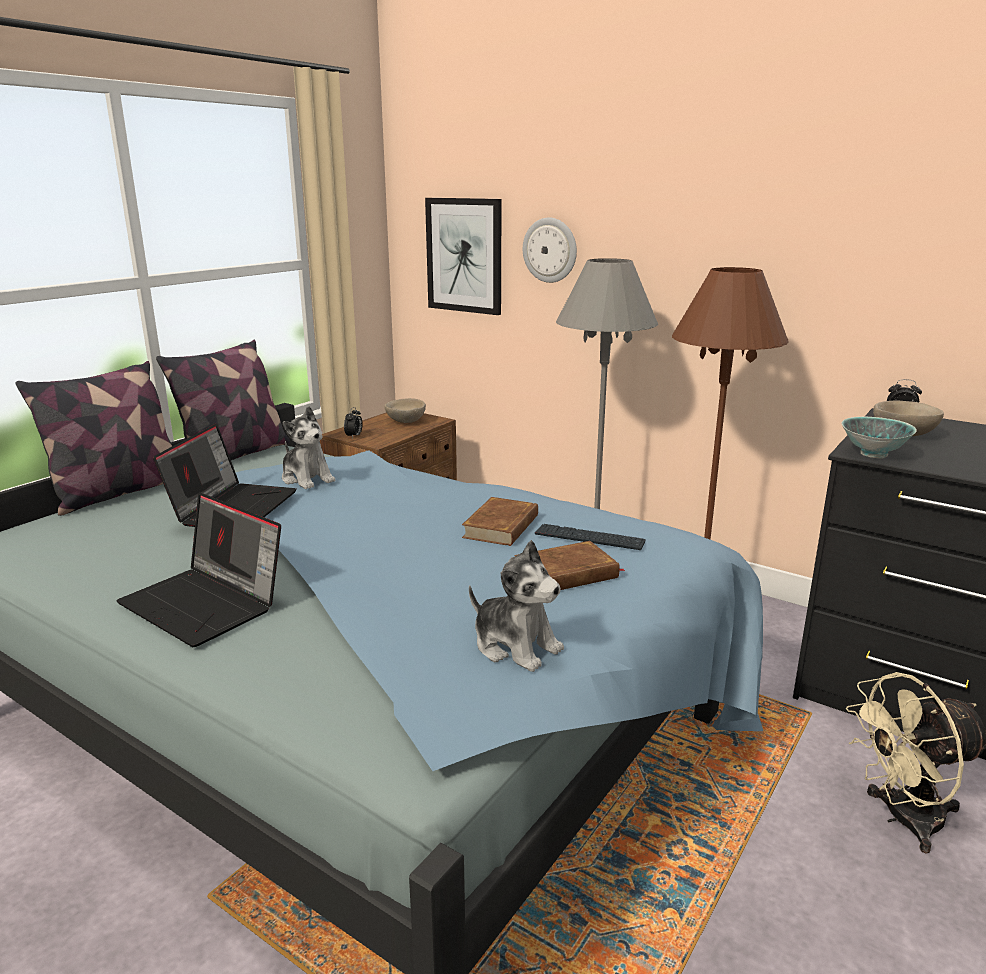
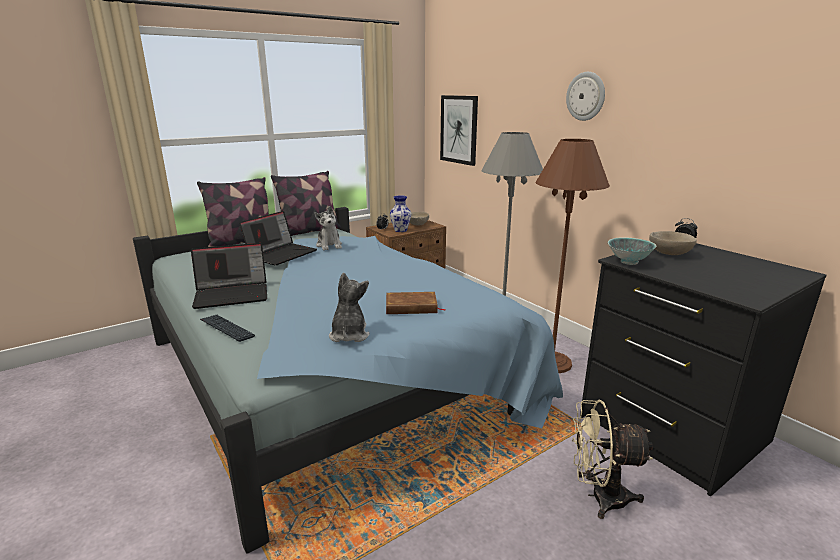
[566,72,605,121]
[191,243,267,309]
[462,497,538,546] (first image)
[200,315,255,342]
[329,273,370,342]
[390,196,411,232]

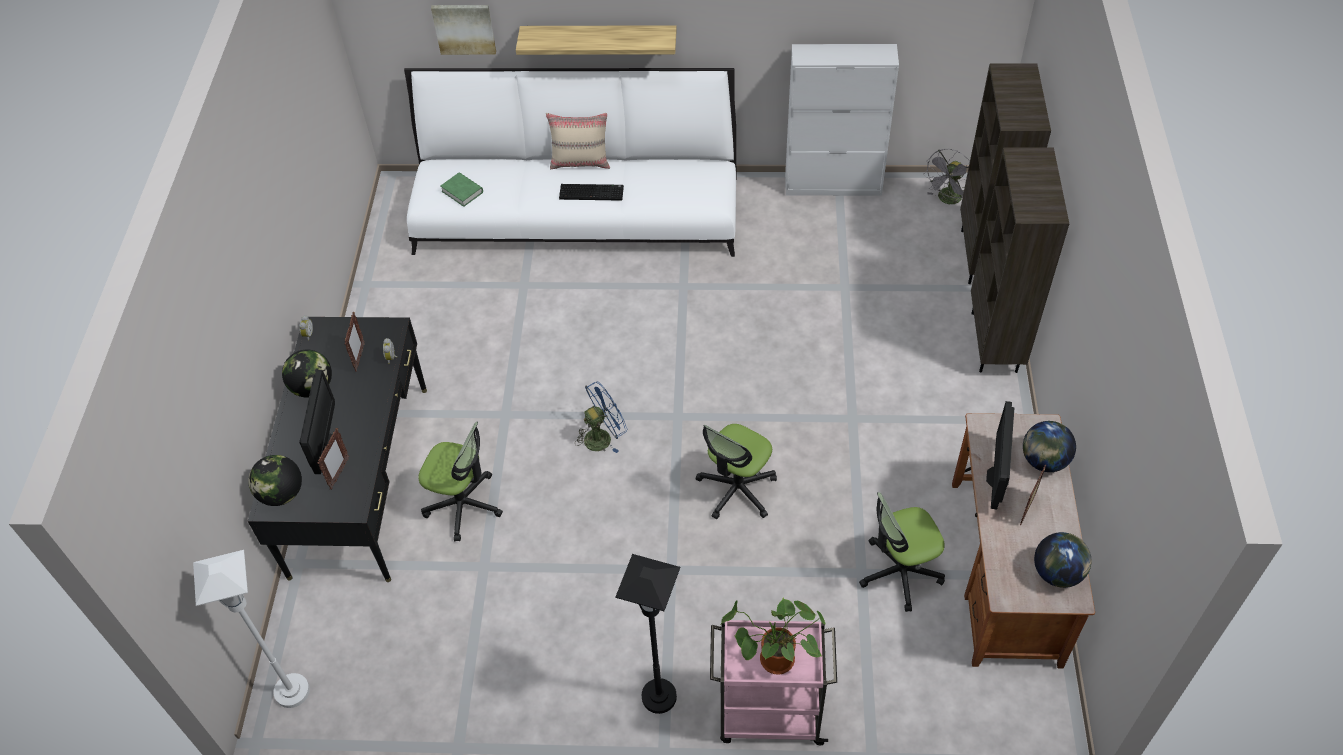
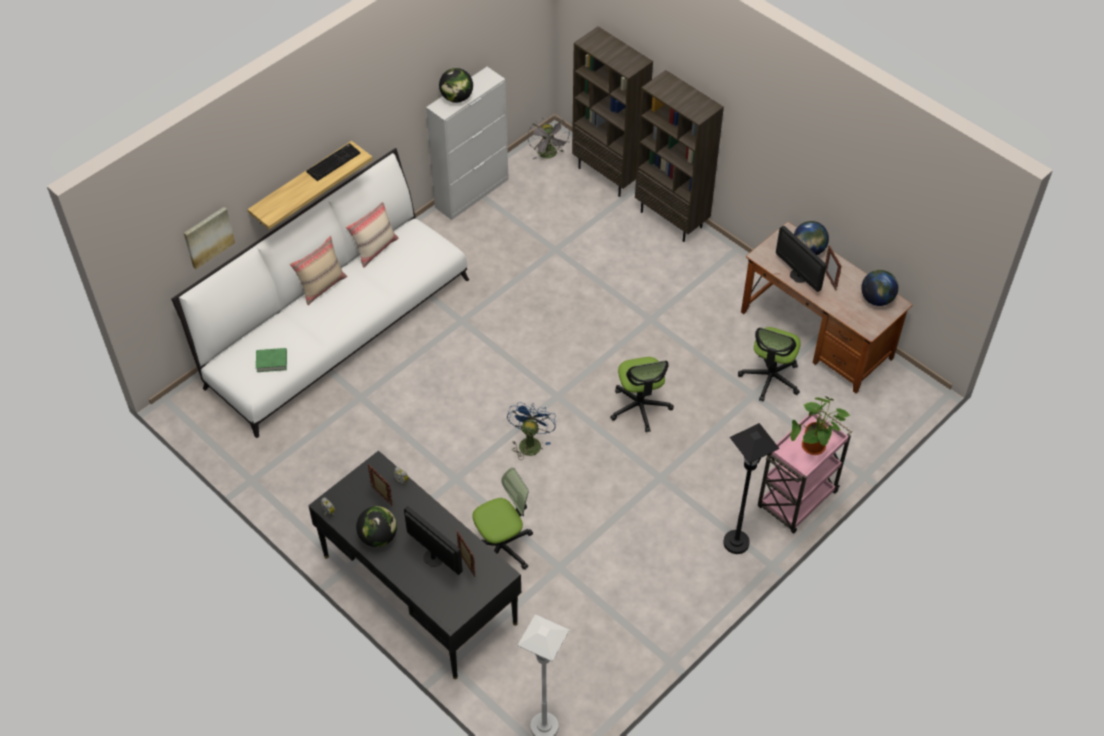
[307,143,360,181]
[439,68,473,103]
[346,202,399,268]

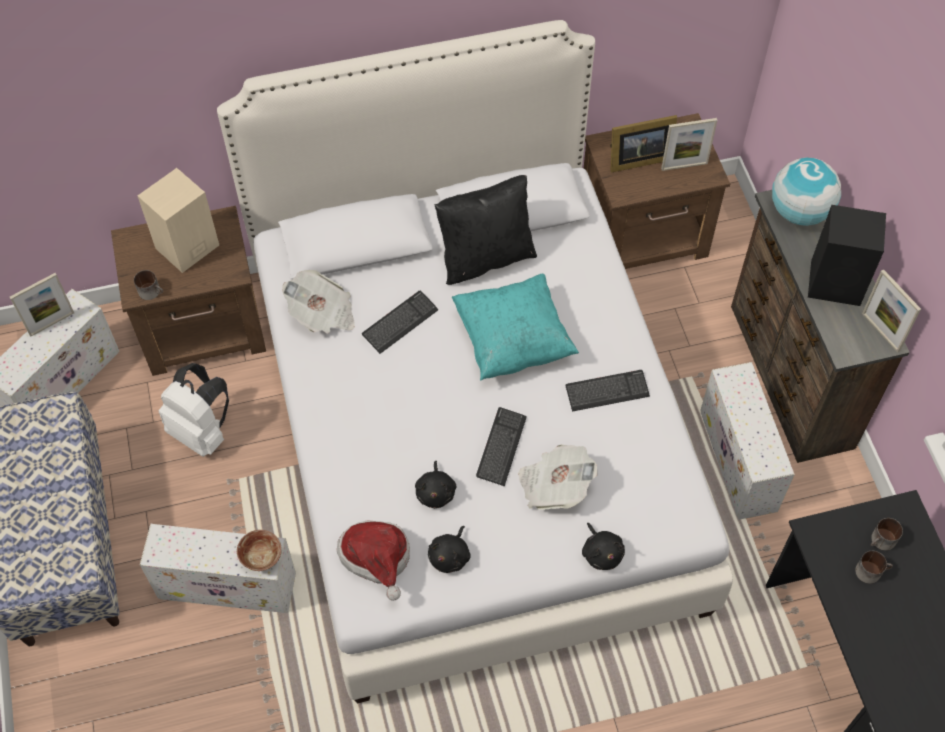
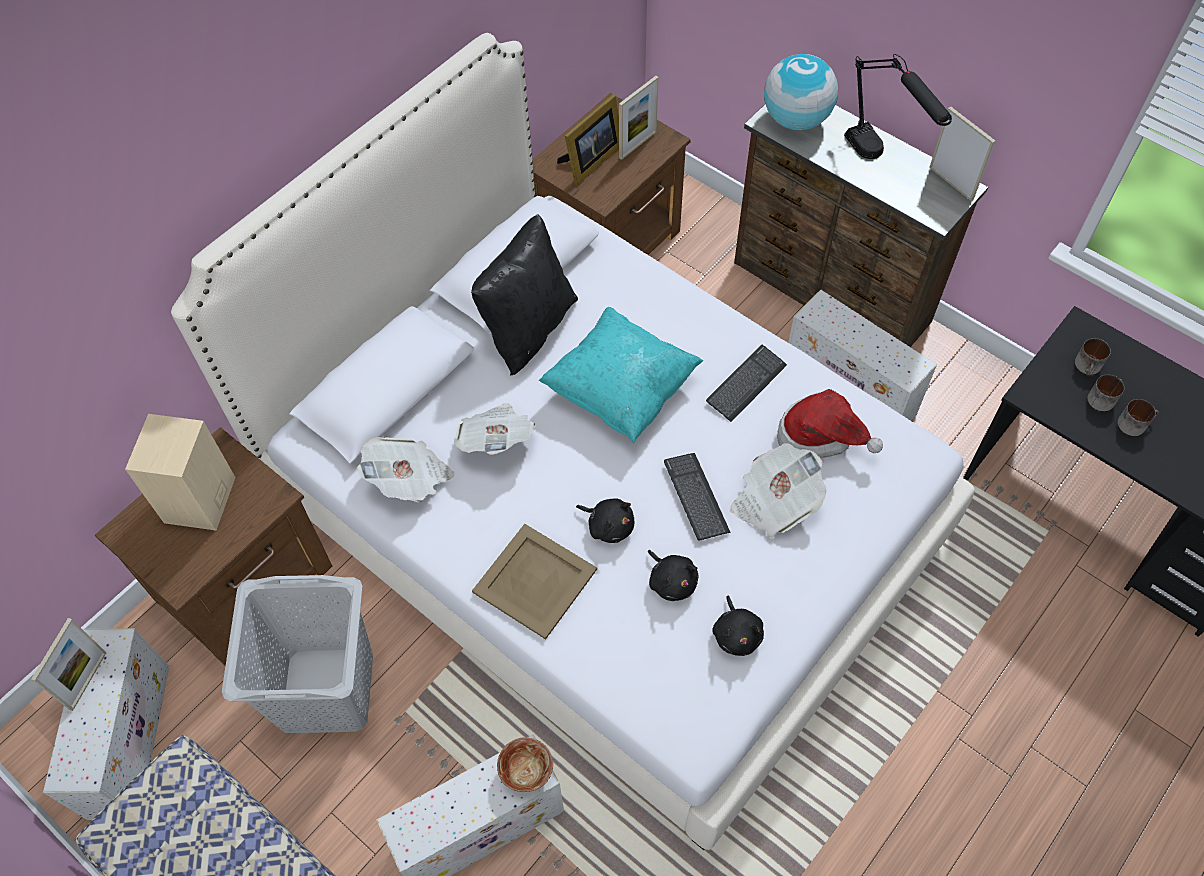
[844,54,952,159]
[929,107,995,201]
[1118,399,1159,436]
[454,403,536,455]
[222,575,373,733]
[777,389,883,458]
[576,498,634,543]
[472,524,597,640]

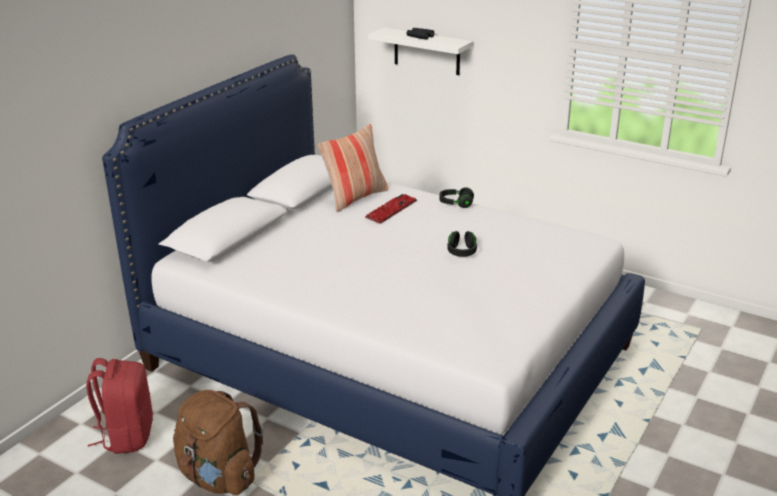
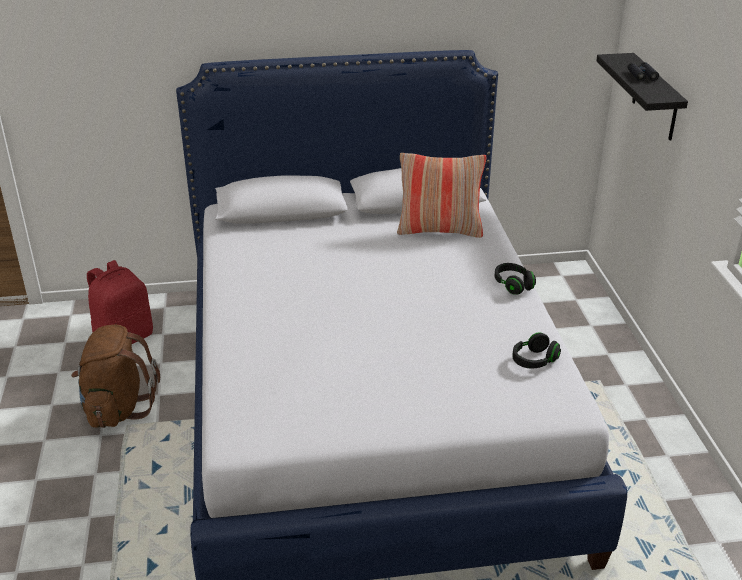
[596,53,688,140]
[365,194,417,224] (first image)
[512,332,561,368]

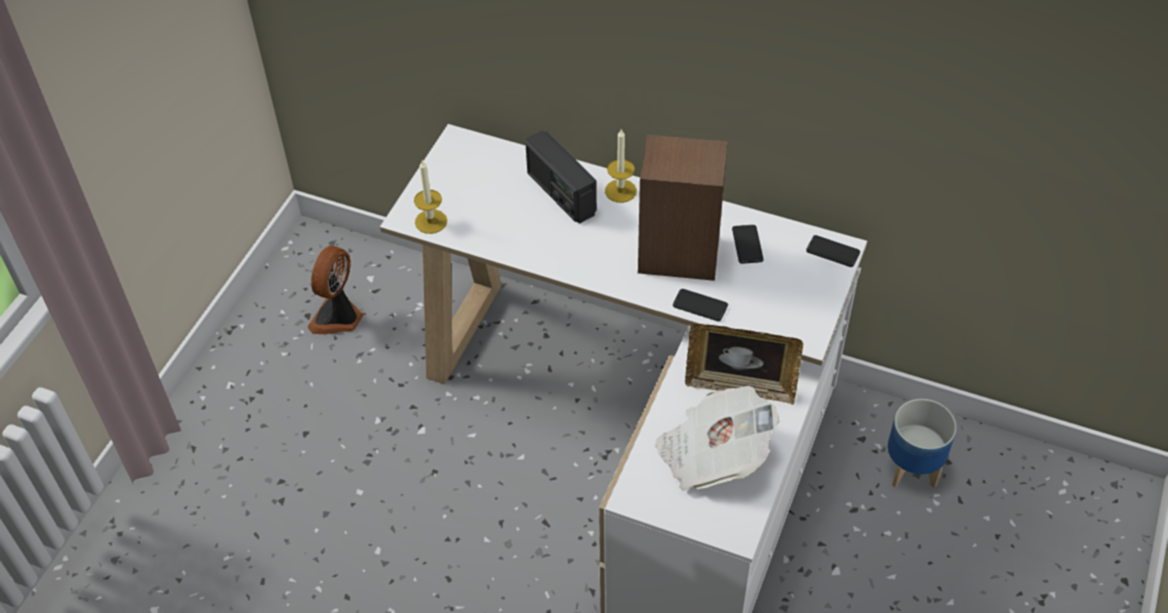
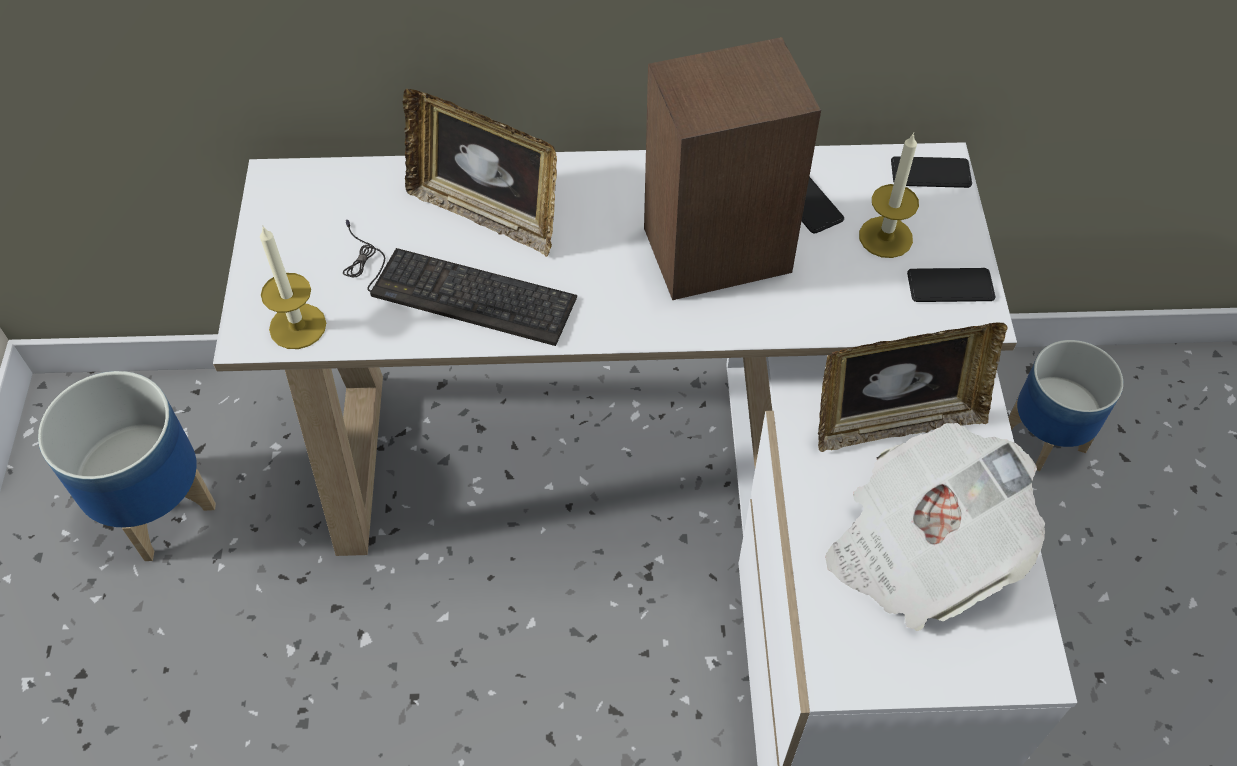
[859,133,919,258]
[402,89,557,257]
[38,371,216,561]
[907,268,995,302]
[343,220,577,346]

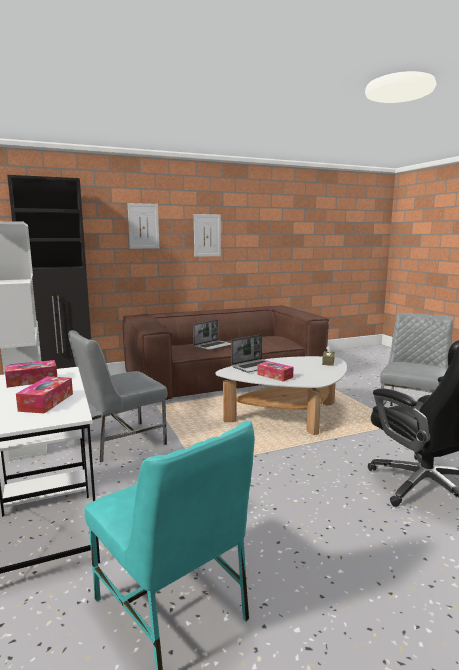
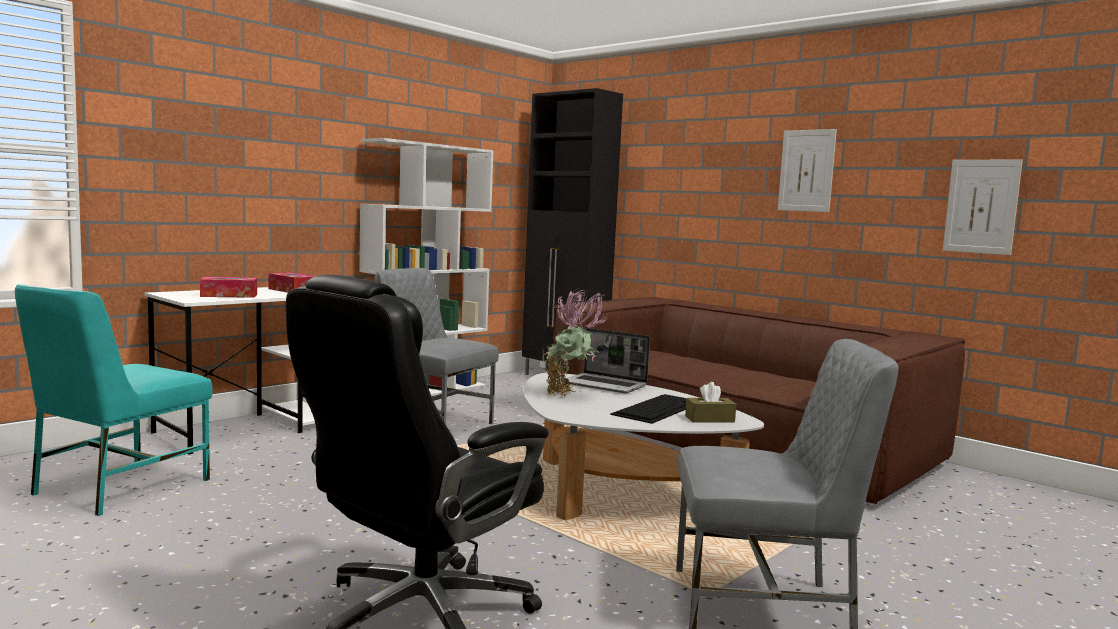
[943,159,1023,255]
[193,320,231,351] (first image)
[542,289,607,397]
[610,394,686,424]

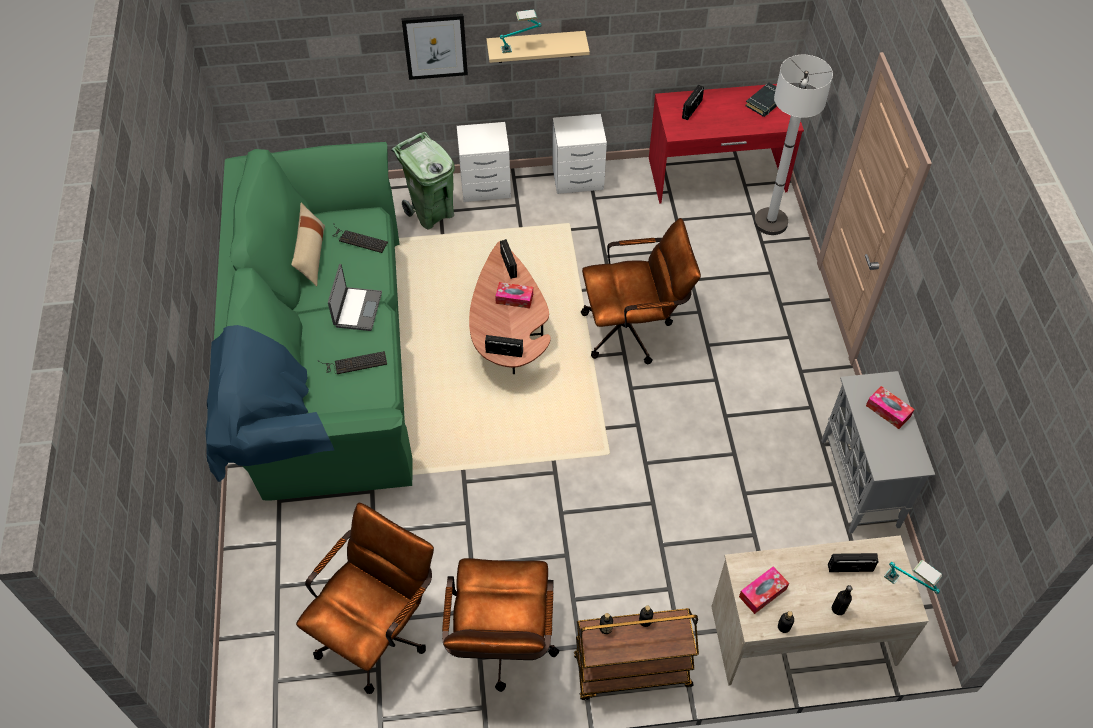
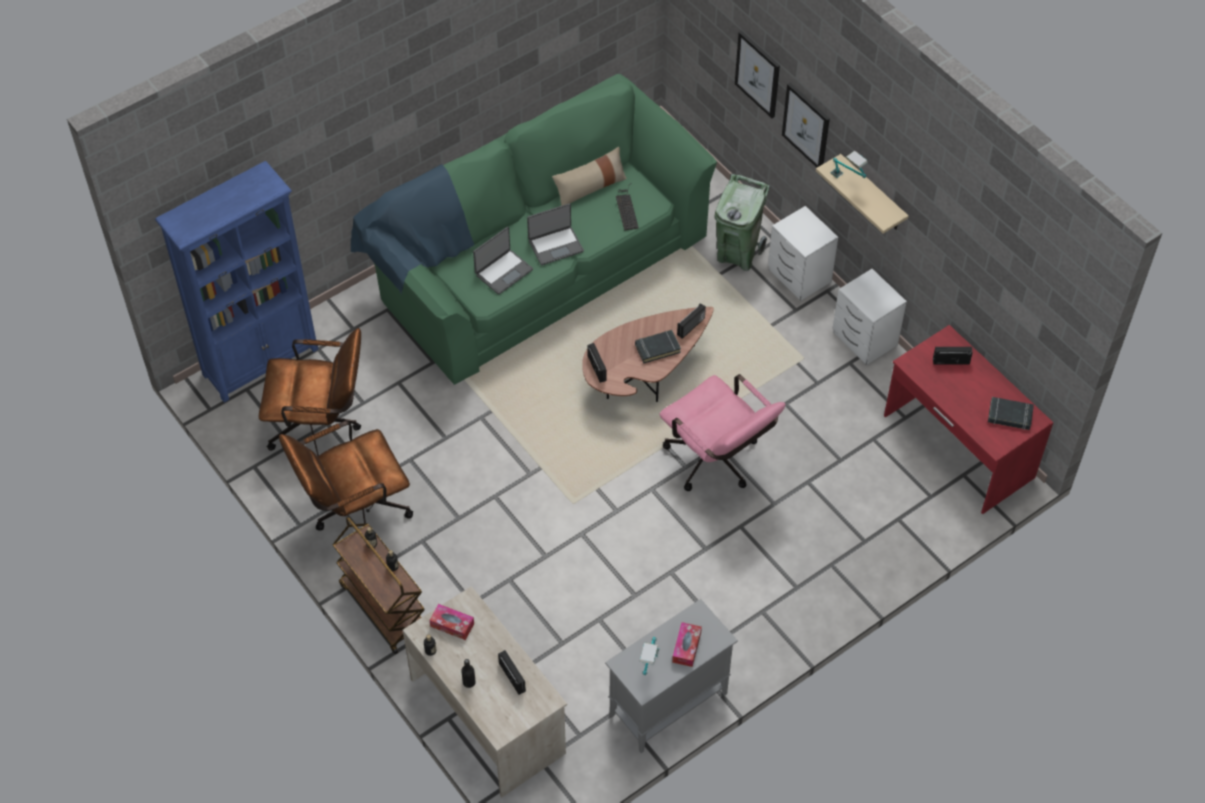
[754,55,833,235] (first image)
[660,374,785,491]
[635,330,681,363]
[473,227,533,295]
[640,637,659,675]
[735,31,780,118]
[155,161,318,403]

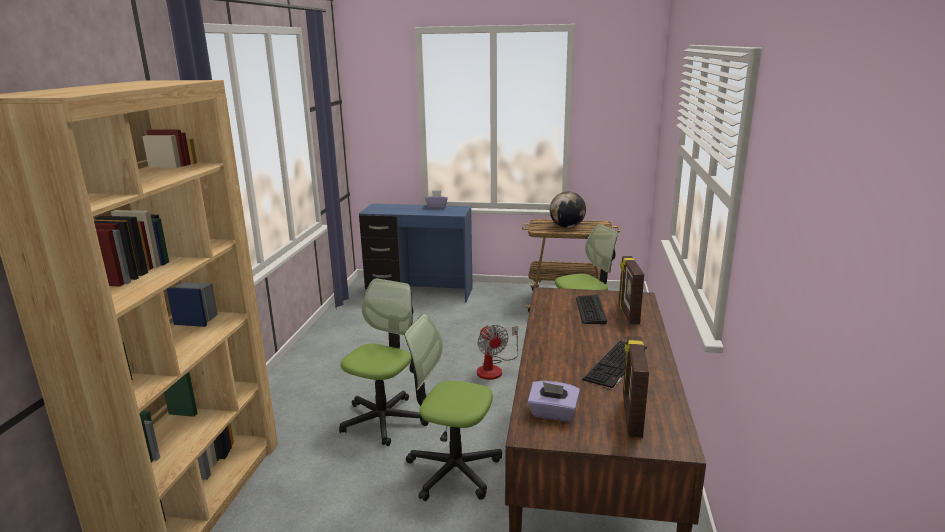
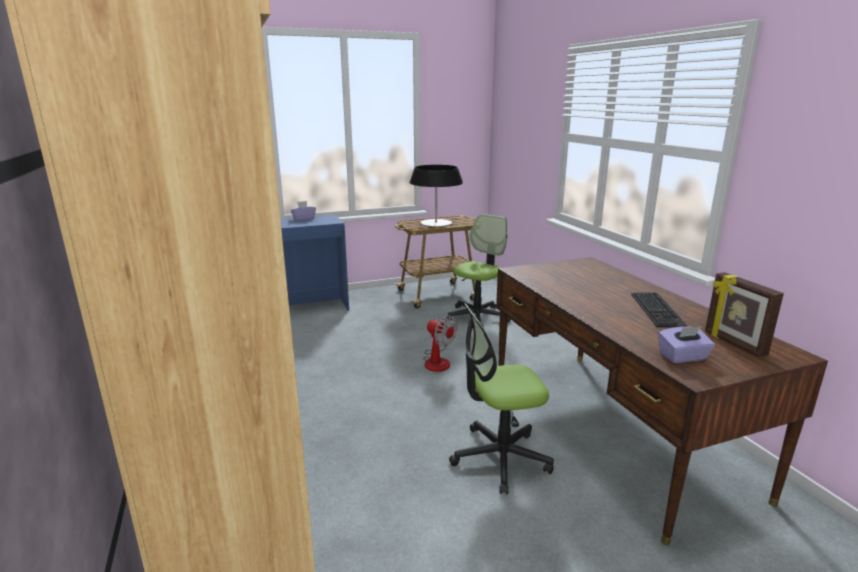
[410,165,463,227]
[619,256,644,325] (first image)
[339,278,429,446] (first image)
[576,295,607,324] (first image)

